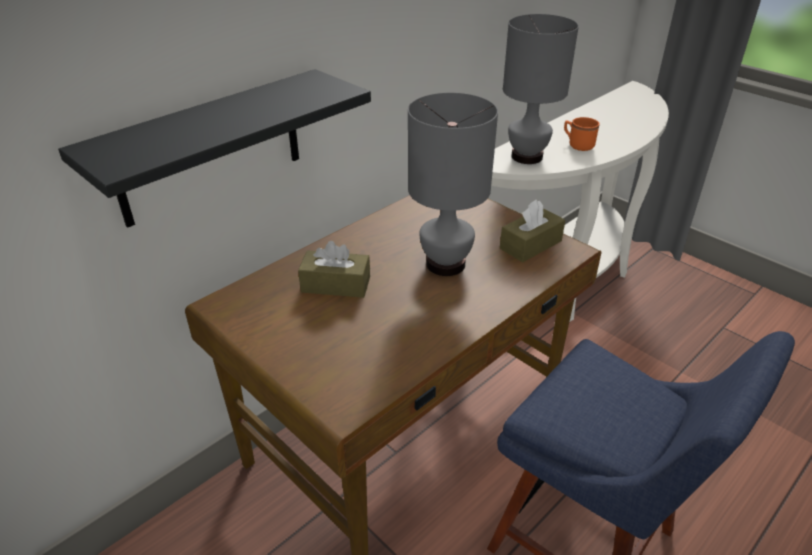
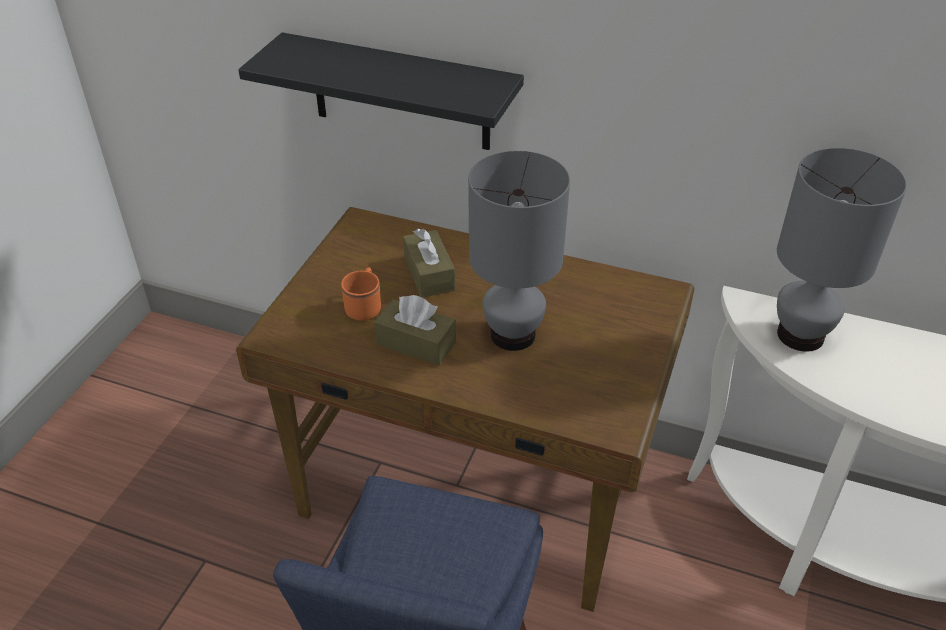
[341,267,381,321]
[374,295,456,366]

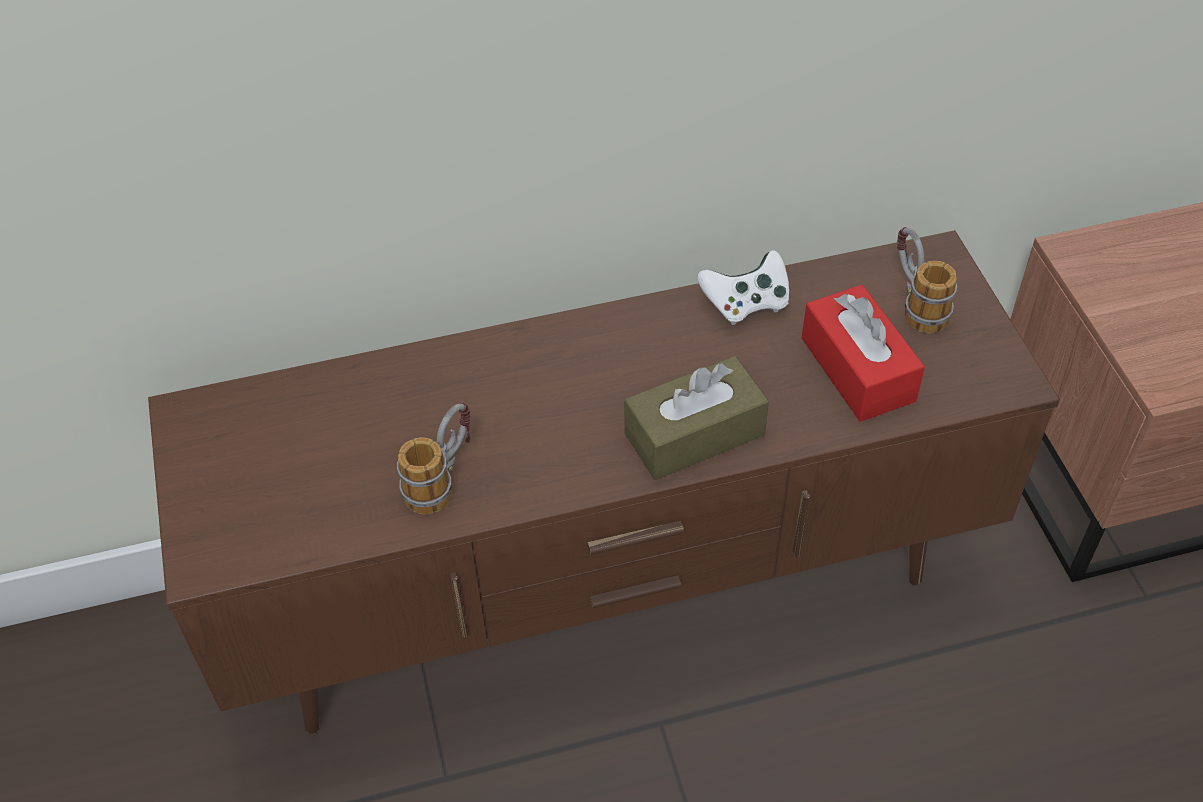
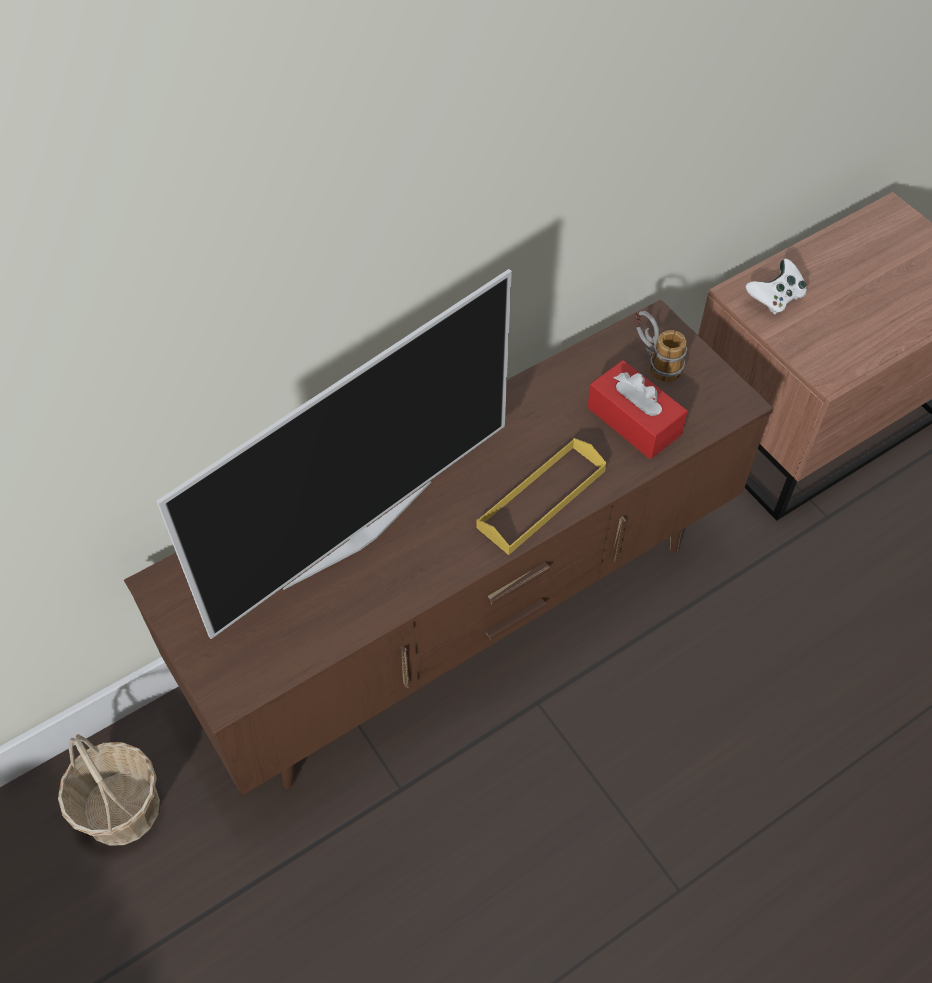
[746,259,807,314]
[476,438,606,555]
[397,403,471,515] (first image)
[156,269,512,639]
[58,734,160,846]

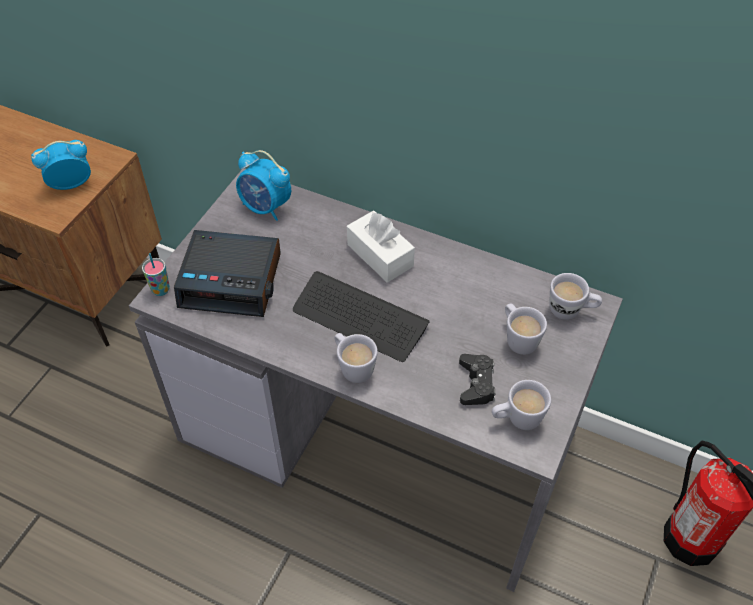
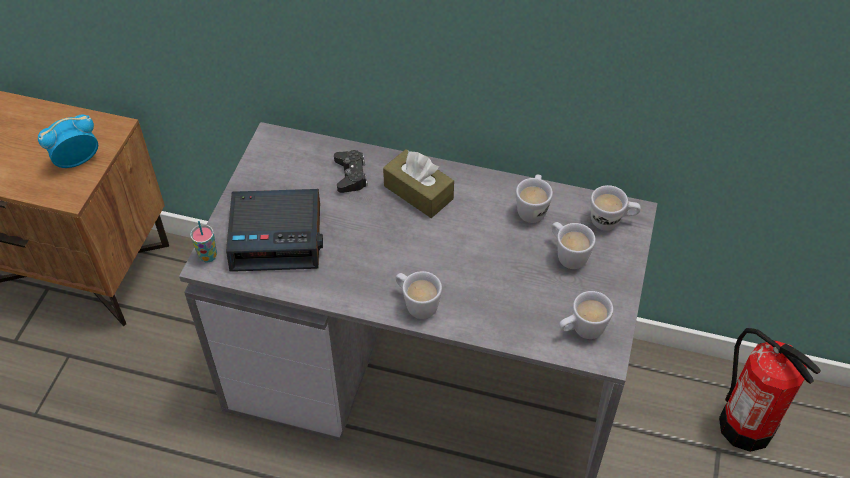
[236,150,291,221] (first image)
[383,149,454,218]
[293,271,430,362] (first image)
[334,150,368,193]
[516,174,553,223]

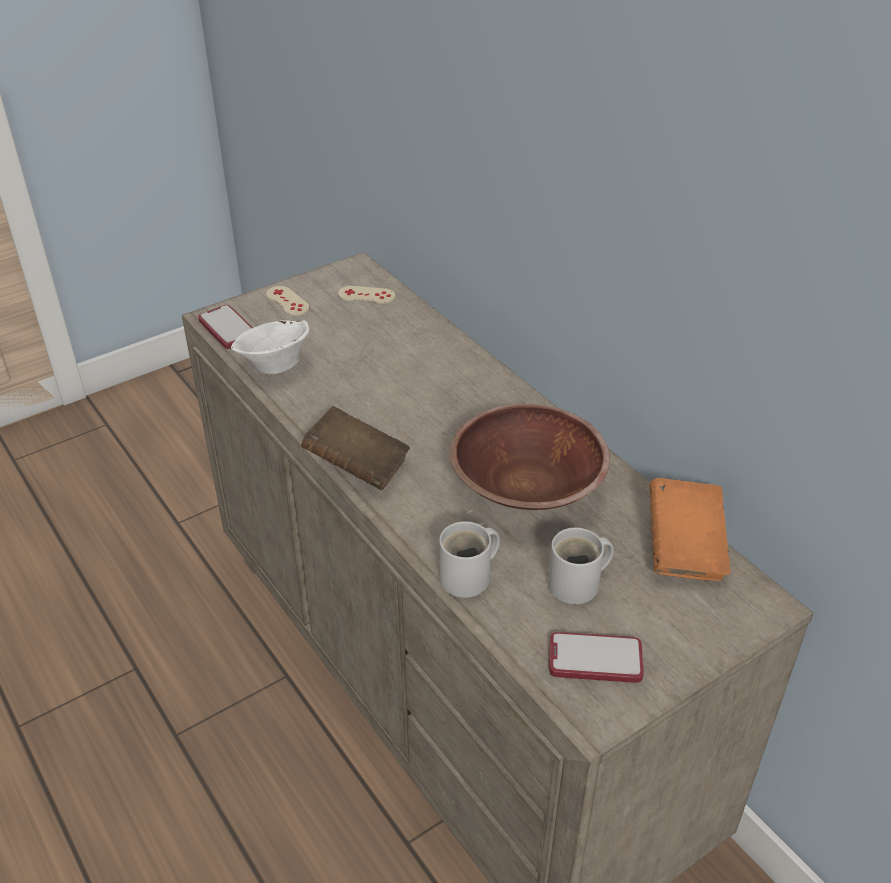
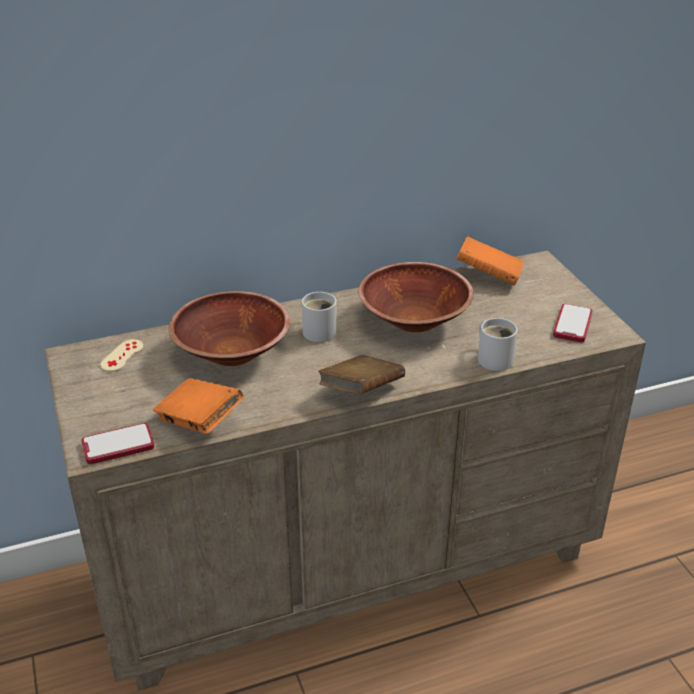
[266,286,310,316] (first image)
[153,378,244,434]
[302,292,337,342]
[169,291,290,366]

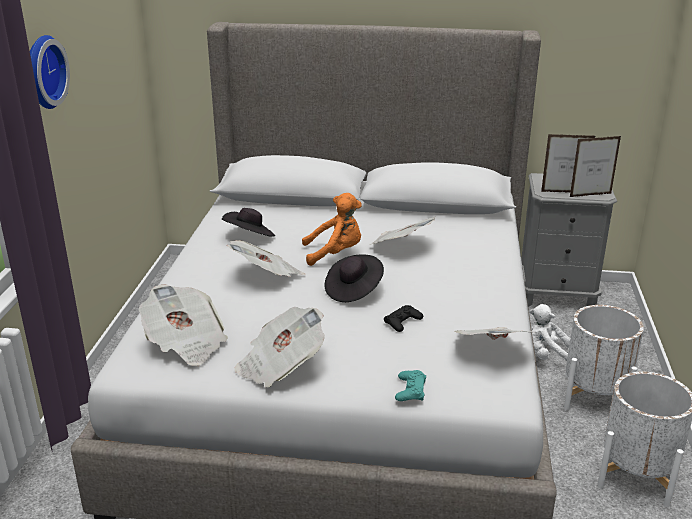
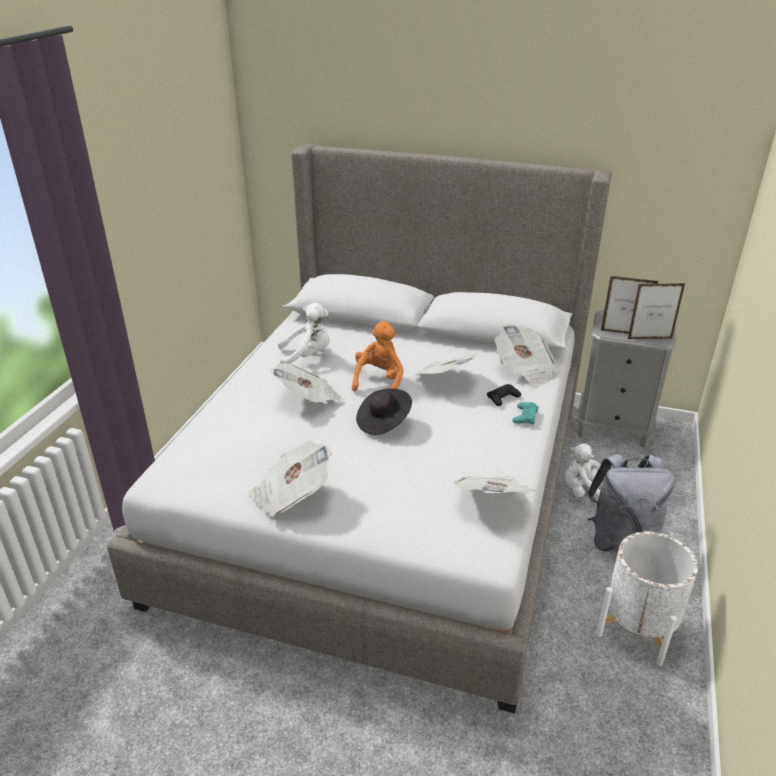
[30,35,70,109] (first image)
[352,321,404,391]
[278,303,330,364]
[495,324,557,387]
[487,384,521,406]
[587,454,674,552]
[512,402,539,424]

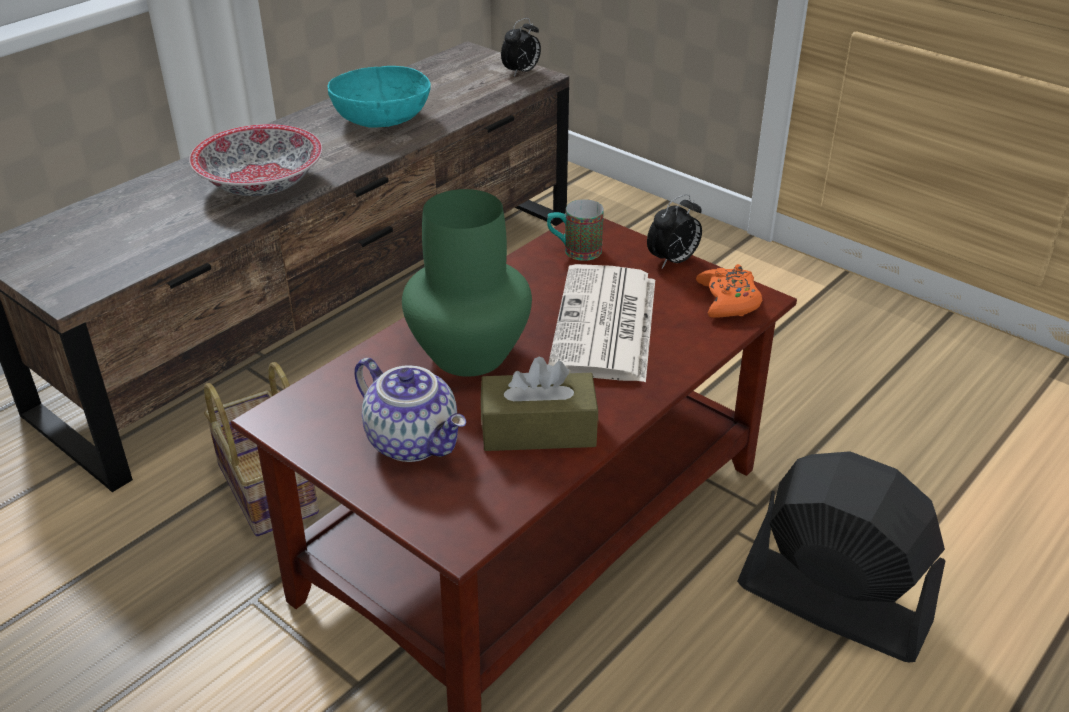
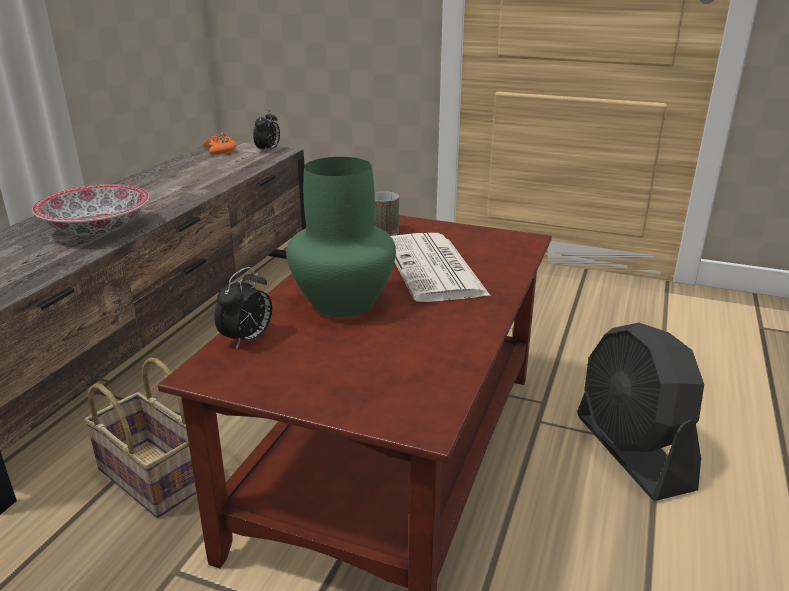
[328,66,431,128] (first image)
[214,267,272,349]
[203,133,236,155]
[481,357,598,451] (first image)
[354,358,466,462] (first image)
[577,323,704,501]

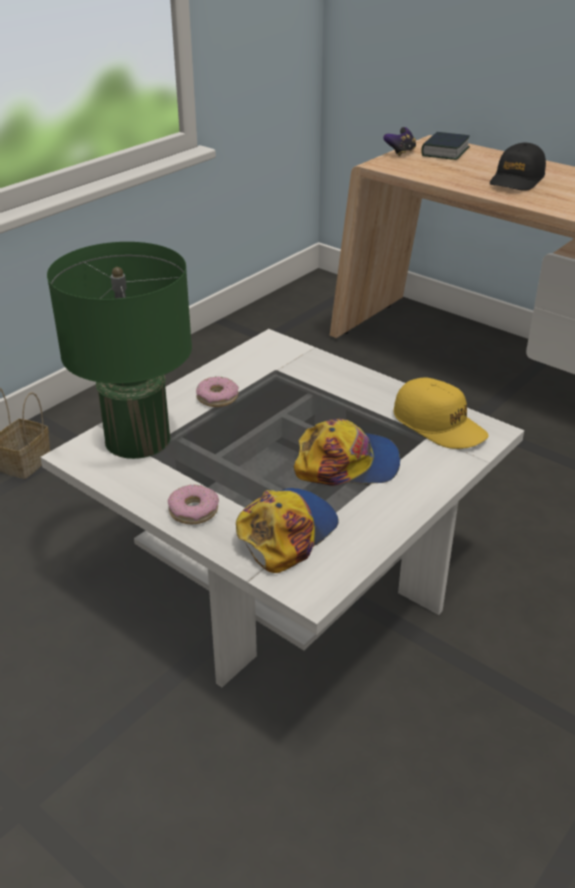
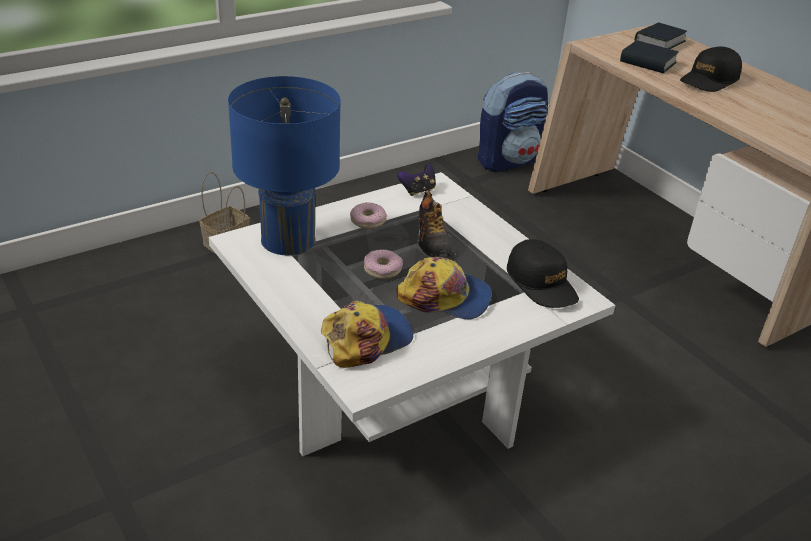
[397,164,436,196]
[228,76,341,255]
[507,239,579,308]
[364,249,403,279]
[620,41,679,73]
[478,72,548,172]
[418,190,452,257]

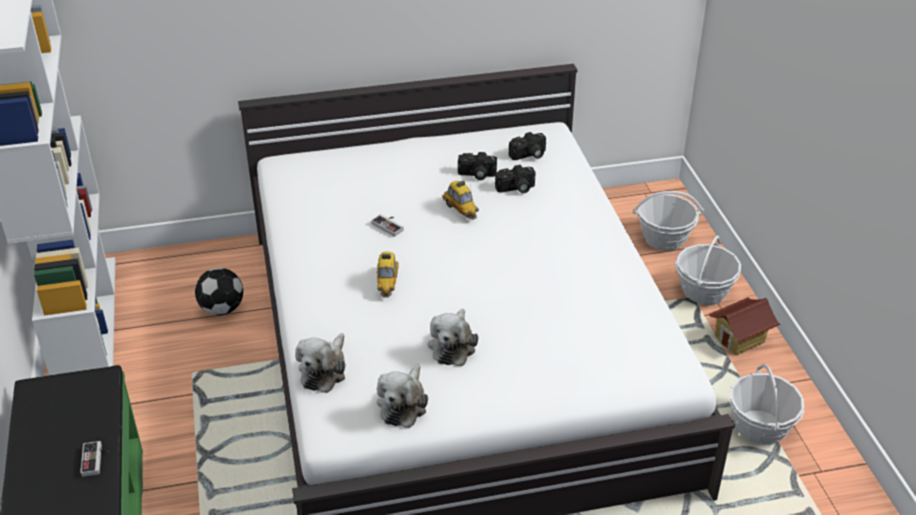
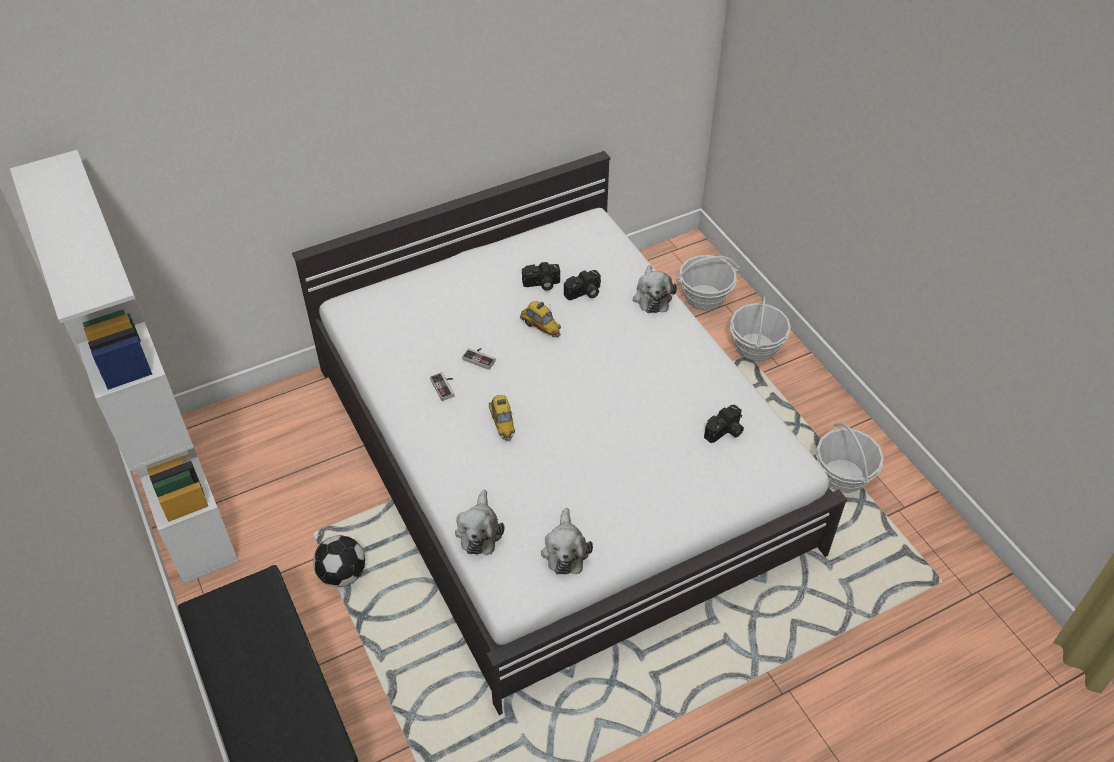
[704,404,744,443]
[313,535,365,587]
[708,297,781,356] (first image)
[633,265,677,313]
[430,372,455,401]

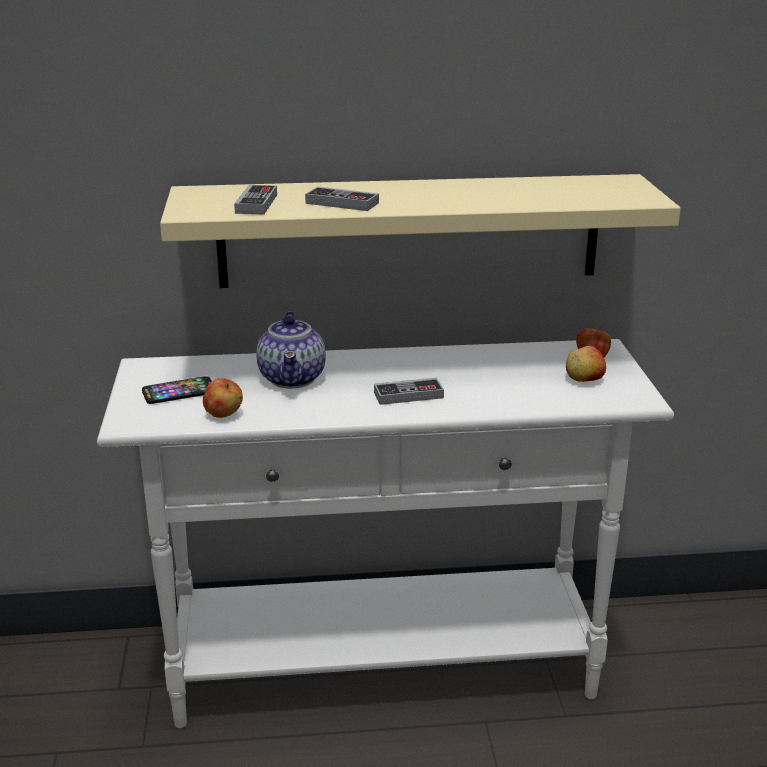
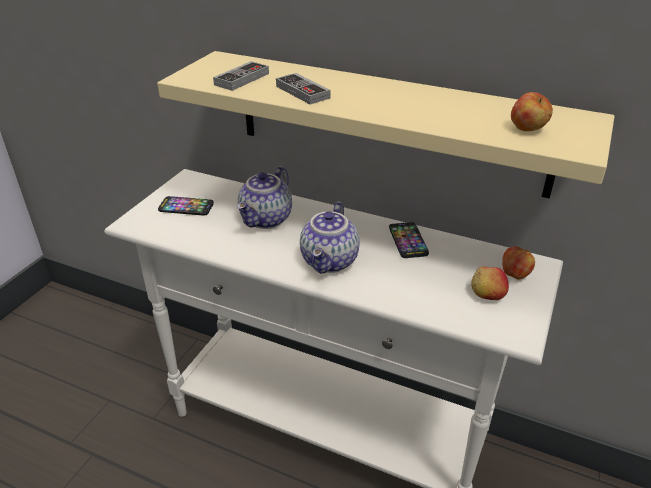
[511,92,553,131]
[300,201,359,274]
[389,222,429,258]

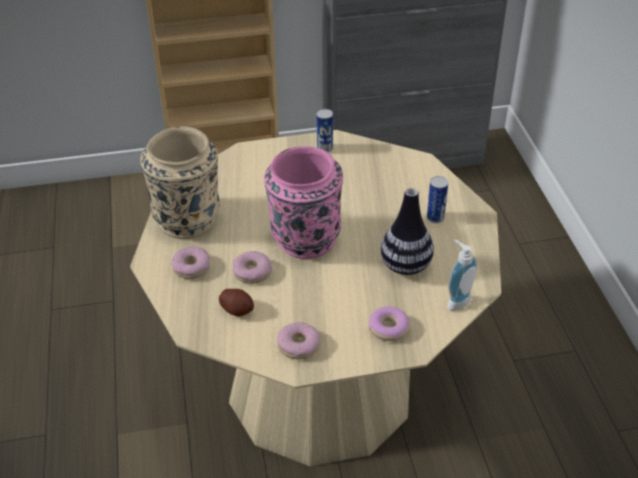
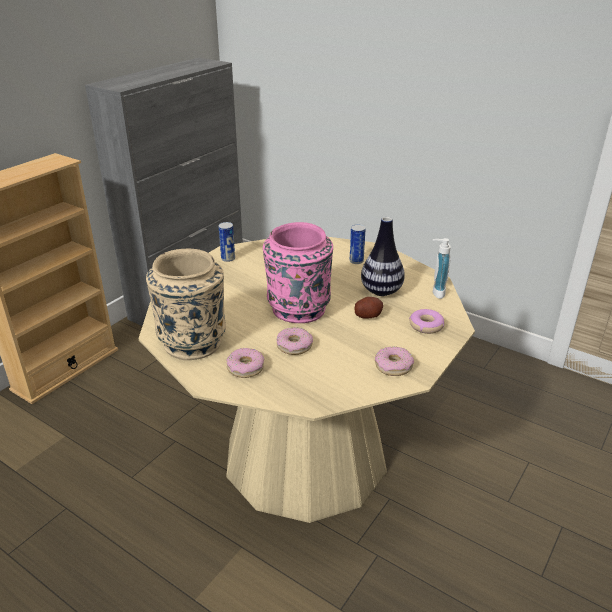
[354,297,383,319]

